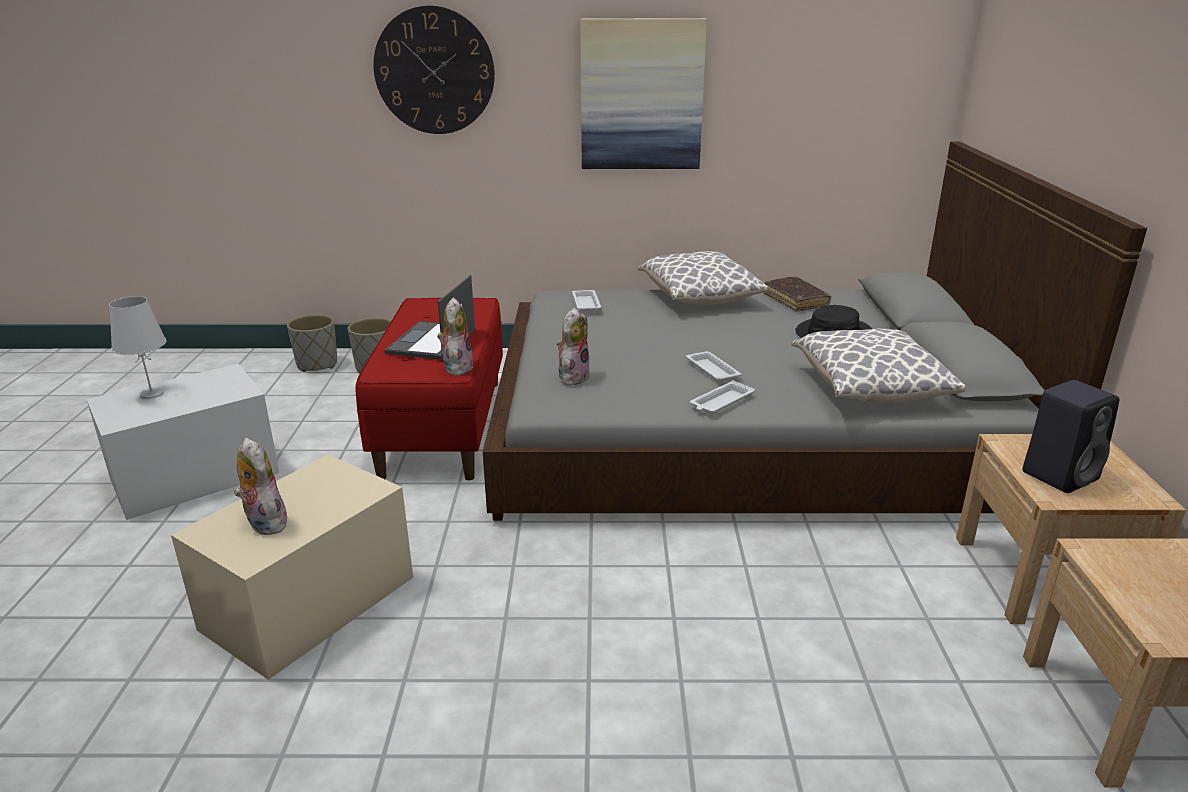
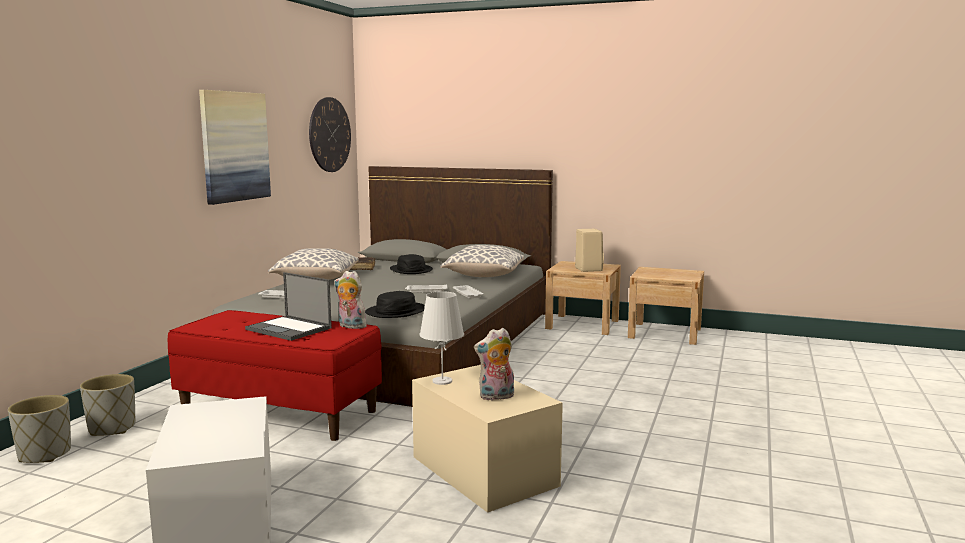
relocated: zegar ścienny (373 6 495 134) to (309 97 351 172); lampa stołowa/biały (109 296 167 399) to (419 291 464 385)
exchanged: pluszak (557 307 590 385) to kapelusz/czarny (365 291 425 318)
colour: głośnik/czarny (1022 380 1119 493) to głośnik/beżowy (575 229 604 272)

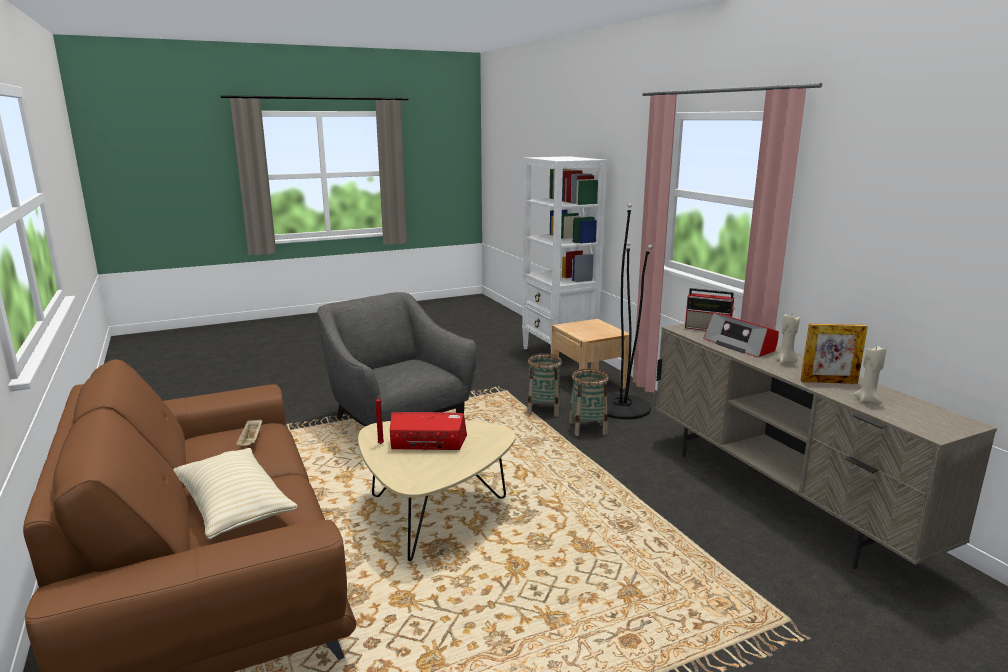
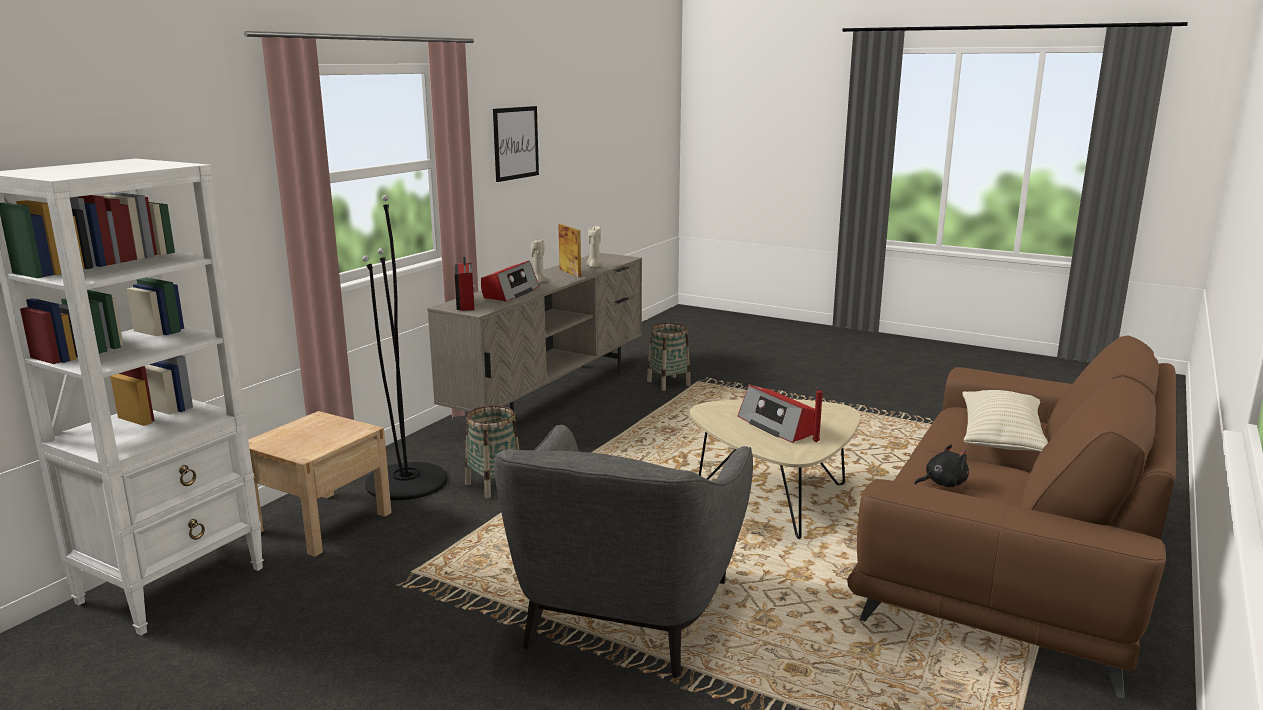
appeared: obraz (493 106 539 182)
relocated: koszyk (527 354 562 417) to (647 323 691 391)
exchanged: taca/beżowy (236 419 262 446) to pluszak/czarny (914 445 969 487)

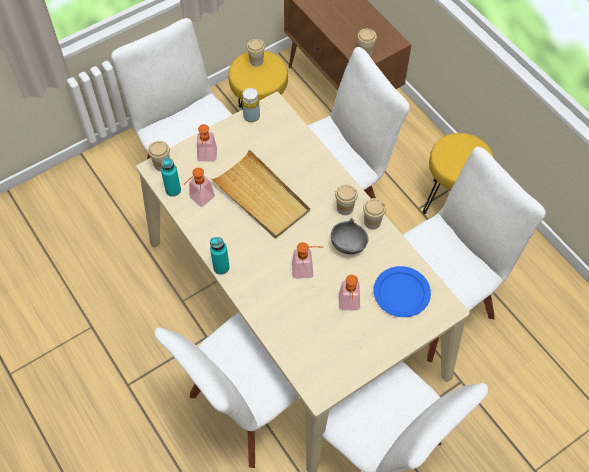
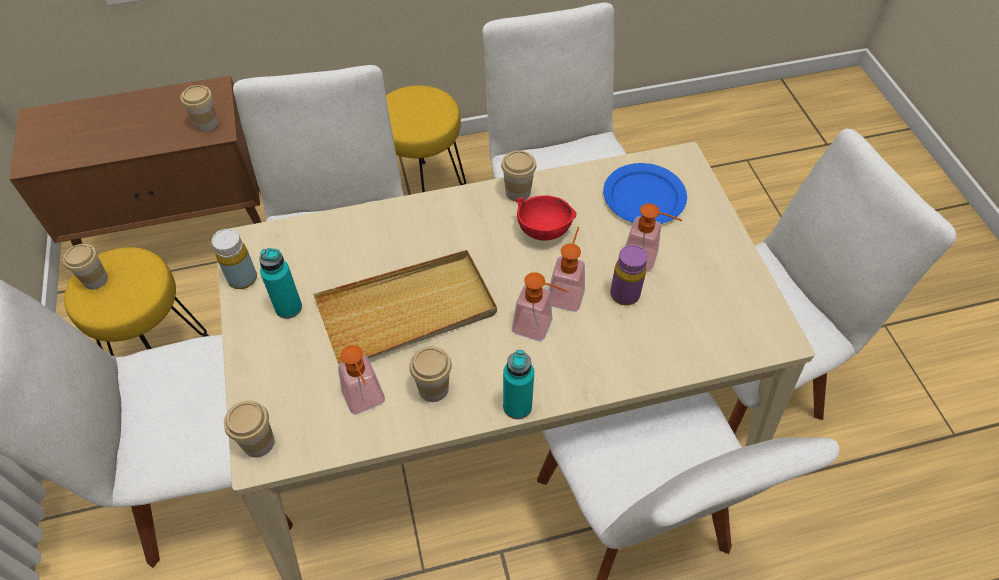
appeared: butelka/fioletowy (610 245 647 306)
relocated: butelka/turkusowy (161 157 181 197) to (259 248 302 319); filiżanka (335 184 358 215) to (409 346 452 402); dozownik mydła (197 124 217 162) to (512 272 568 341)
colour: miska/szary (331 218 368 255) to miska/czerwony (515 195 577 241)

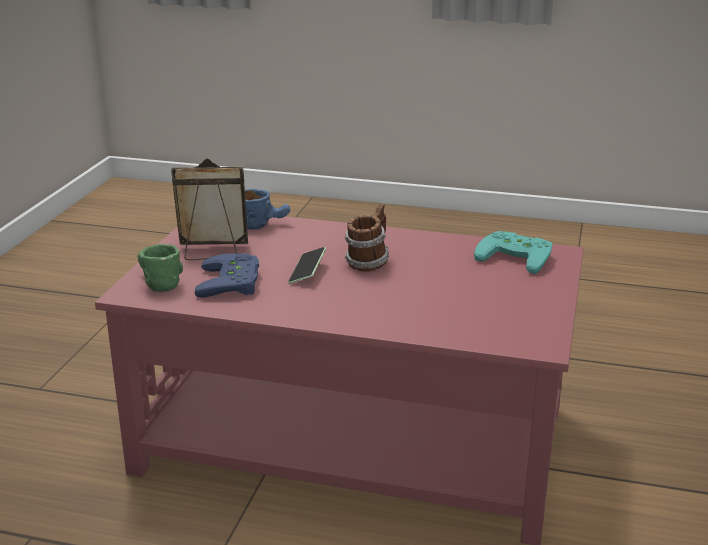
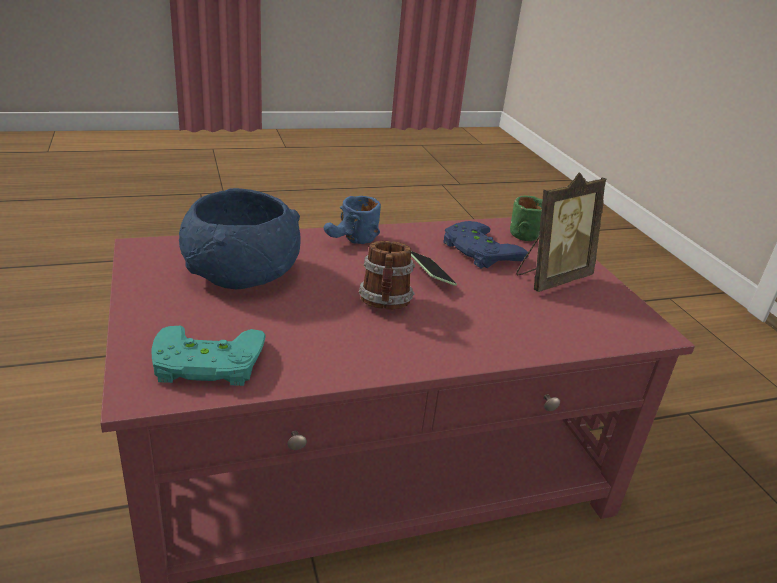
appeared: miska/niebieski (179 188 301 289)
relocated: kubek/niebieski (245 189 290 229) to (324 196 381 244)

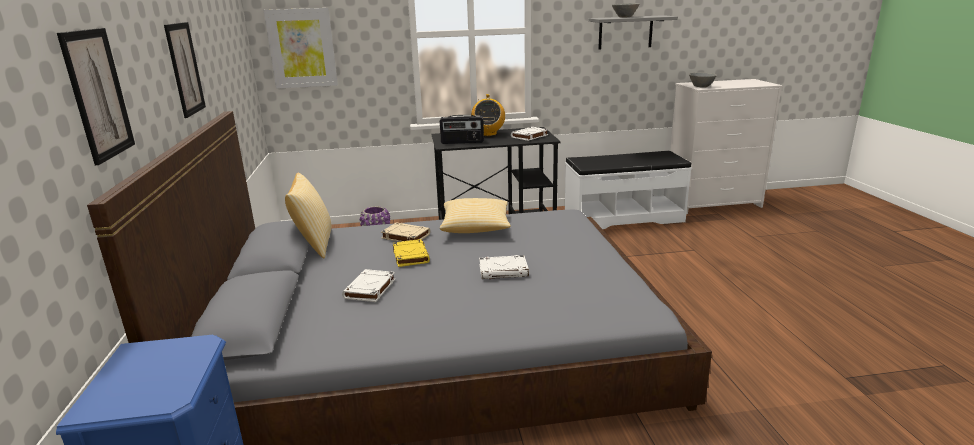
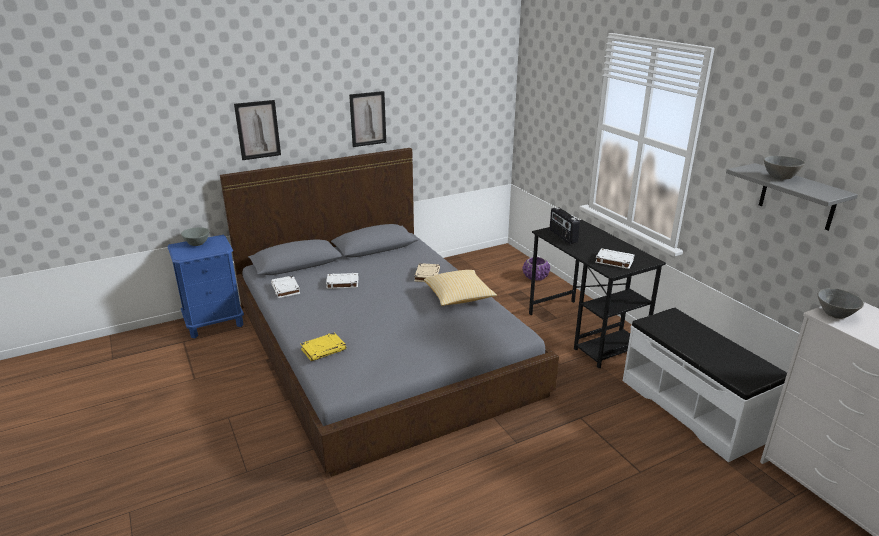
missing: obraz (264 8 338 89); poduszka (285 172 331 258); radio (471 94 505 136)
appeared: miska/szary (181 227 209 246)
relocated: książka/biały (479 255 529 279) to (271 276 300 298); książka/żółty (393 239 430 267) to (300 333 346 361)

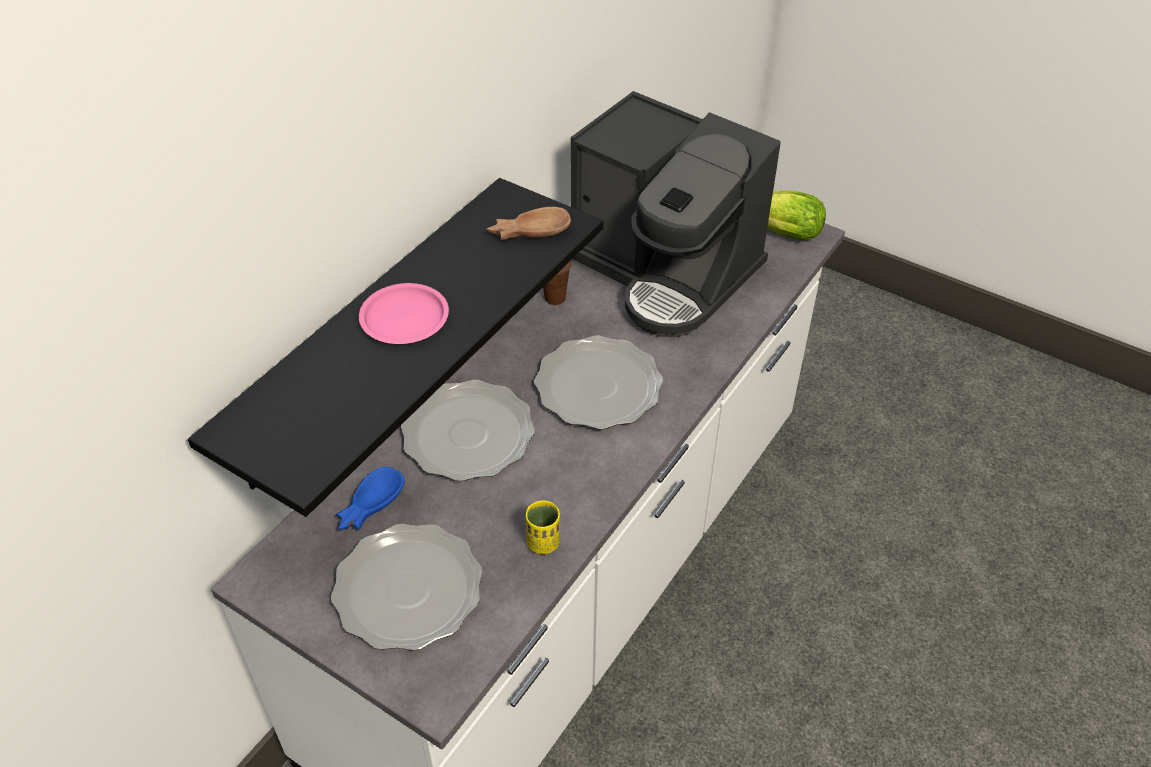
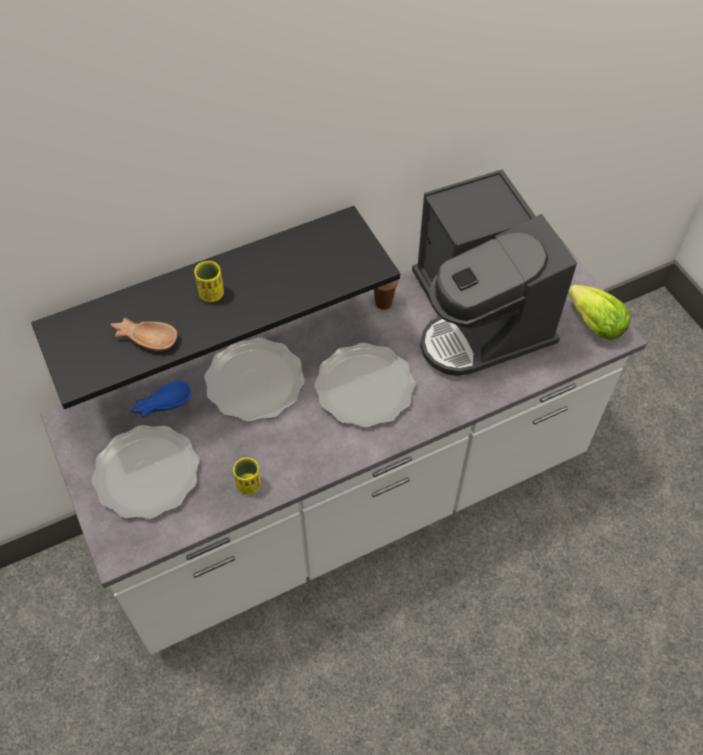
relocated: miska/brązowy (487 207 571 240) to (110 318 177 351)
exchanged: talerz/różowy (359 283 449 344) to filiżanka/żółty (194 261 224 302)

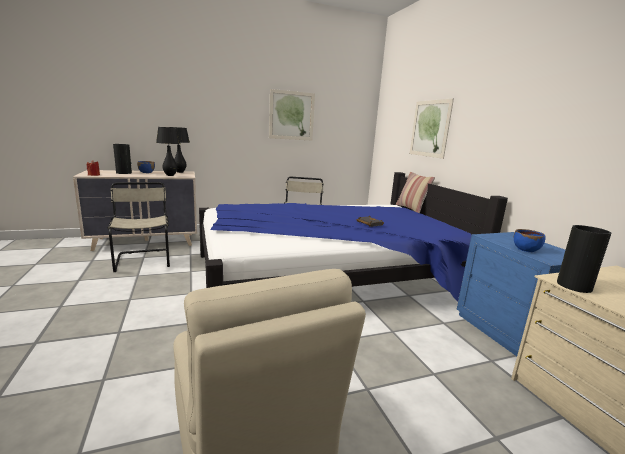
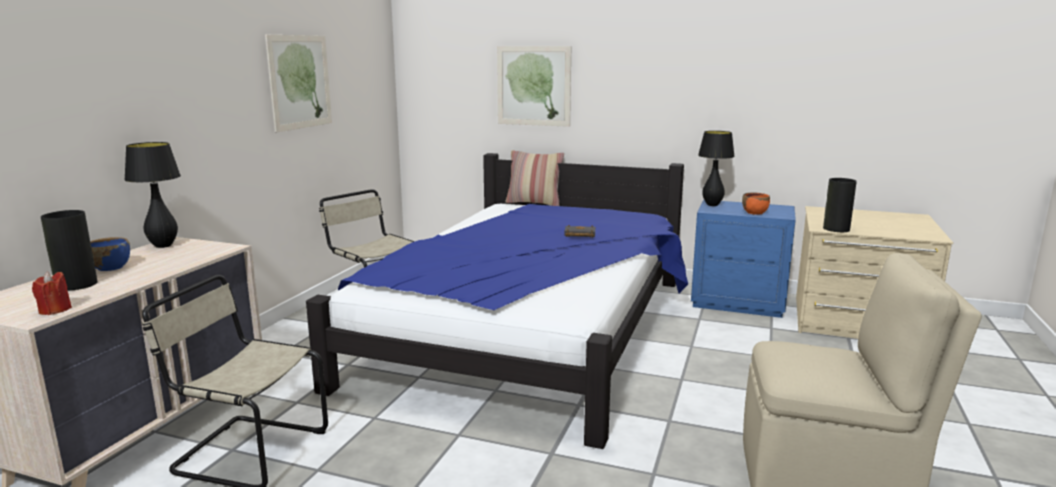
relocated: lampa stołowa/czarny (156 127 181 176) to (698 131 735 206)
colour: miska/niebieski (514 229 546 252) to miska/pomarańczowy (742 192 770 215)

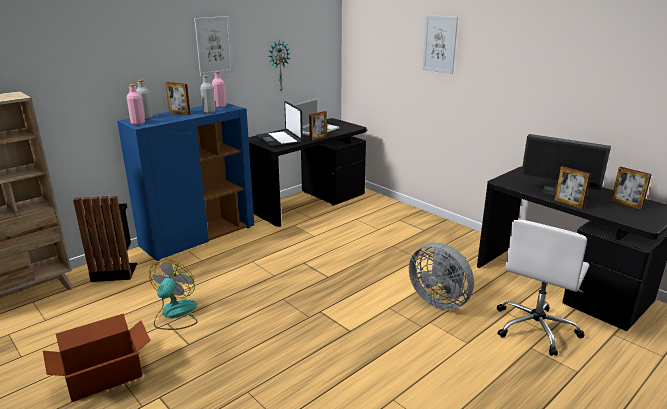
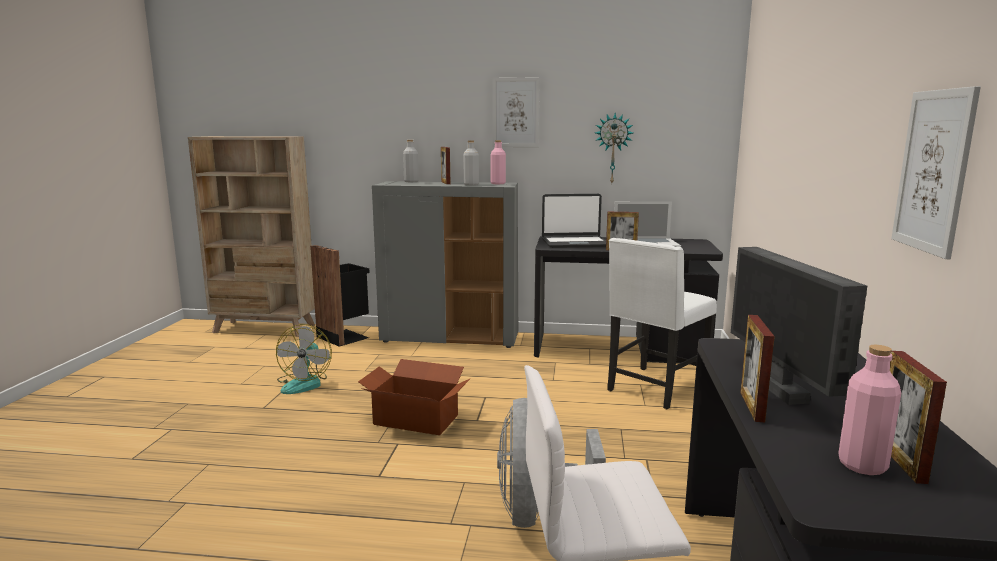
appeared: krzesło/biały (607 238 717 409)
relocated: karton (43 313 150 402) to (358 359 471 435); butelka/różowy (127 84 145 125) to (838 345 901 475); obraz (422 15 458 74) to (891 86 981 259)
colour: szafka/niebieski (117 103 254 261) to szafka/szary (372 181 518 348)
spun: wentylator (149 260 198 330) = (276 324 332 394) 120 degrees clockwise; laptop (257 101 303 148) = (542 194 606 248) 120 degrees counterclockwise

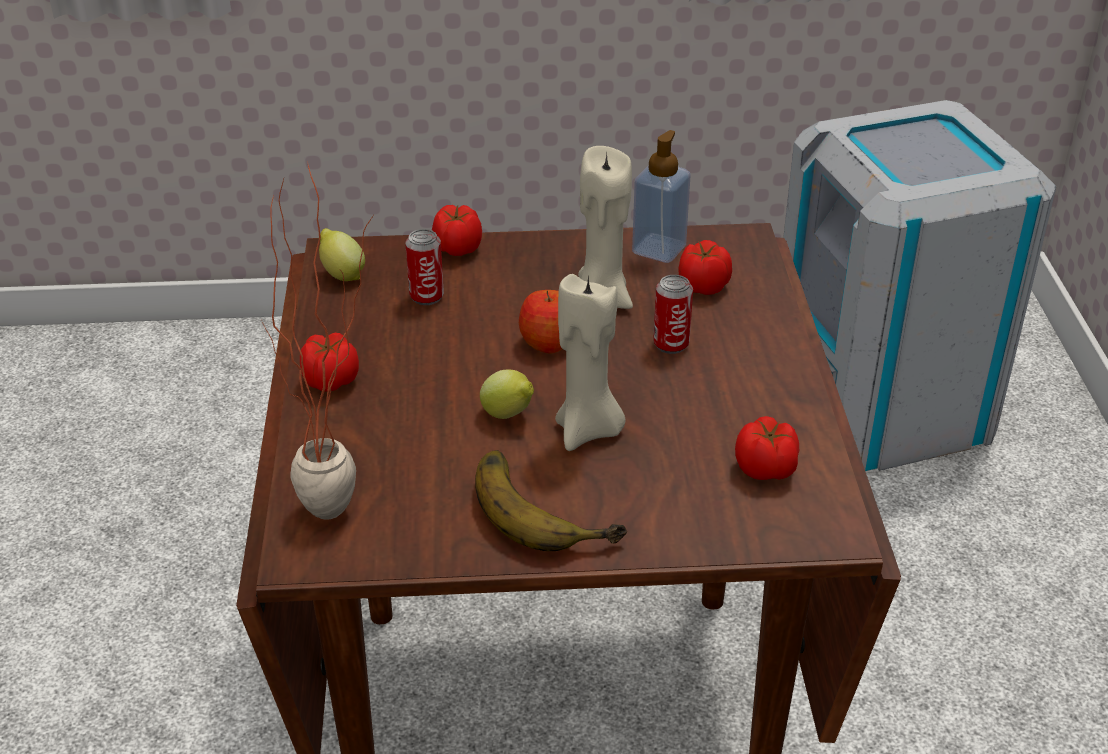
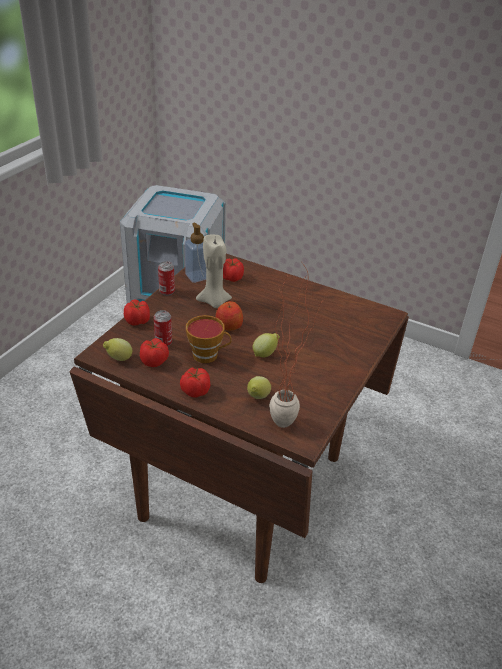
missing: banan (475 450 627 551); świeca/beżowy (555 274 626 451)
appeared: filiżanka (186 315 231 363); cytryna (247 376 271 399)
relocated: pomidor (735 416 799 480) to (140 338 169 367); puszka (653 275 693 354) to (158 261 175 296)

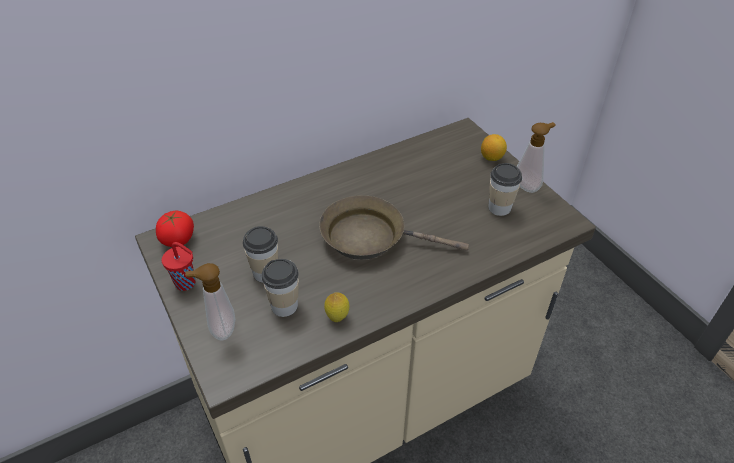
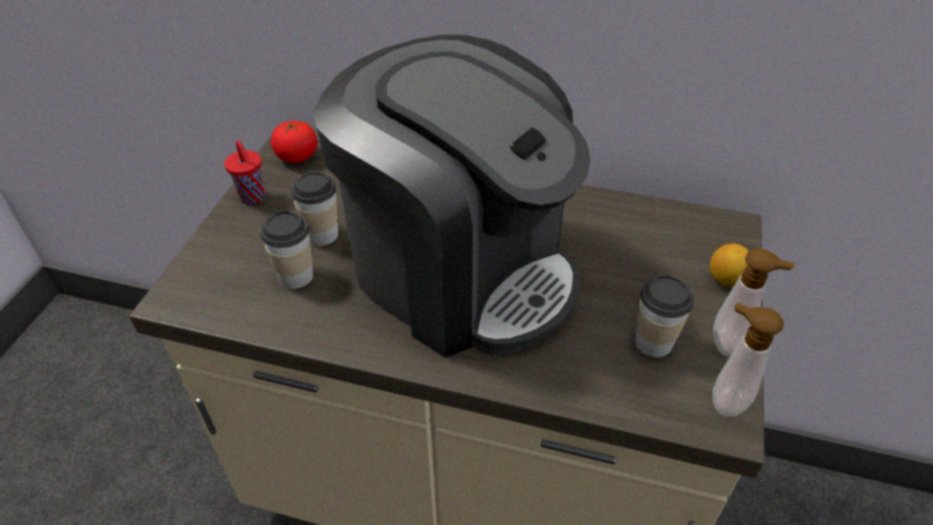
missing: cytryna (324 292 349 322)
relocated: dozownik mydła (185 263 235 341) to (713 302 784 417)
exchanged: patelnia/brązowy (319 195 469 260) to ekspres do kawy (313 35 591 358)

